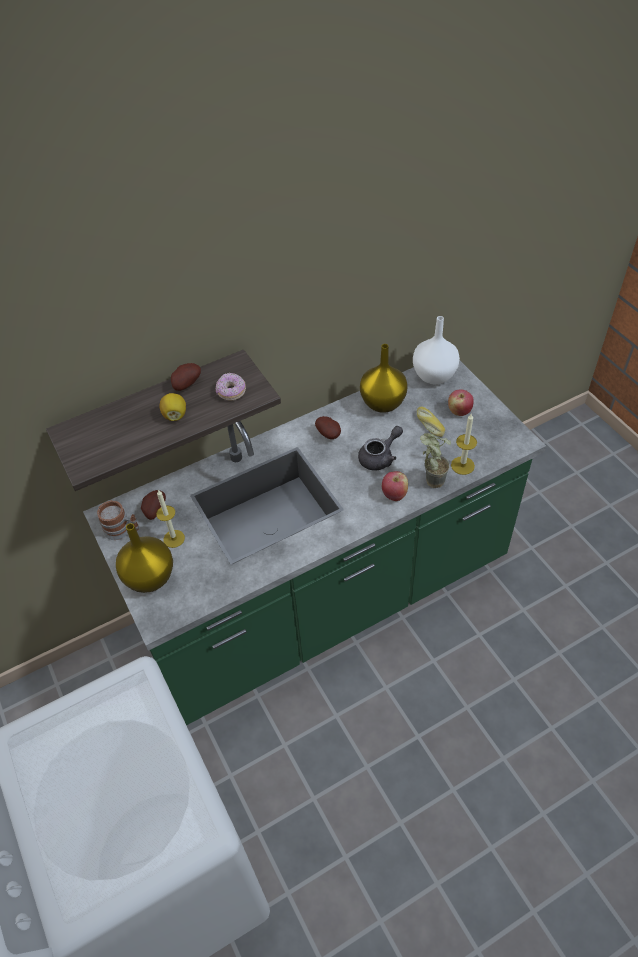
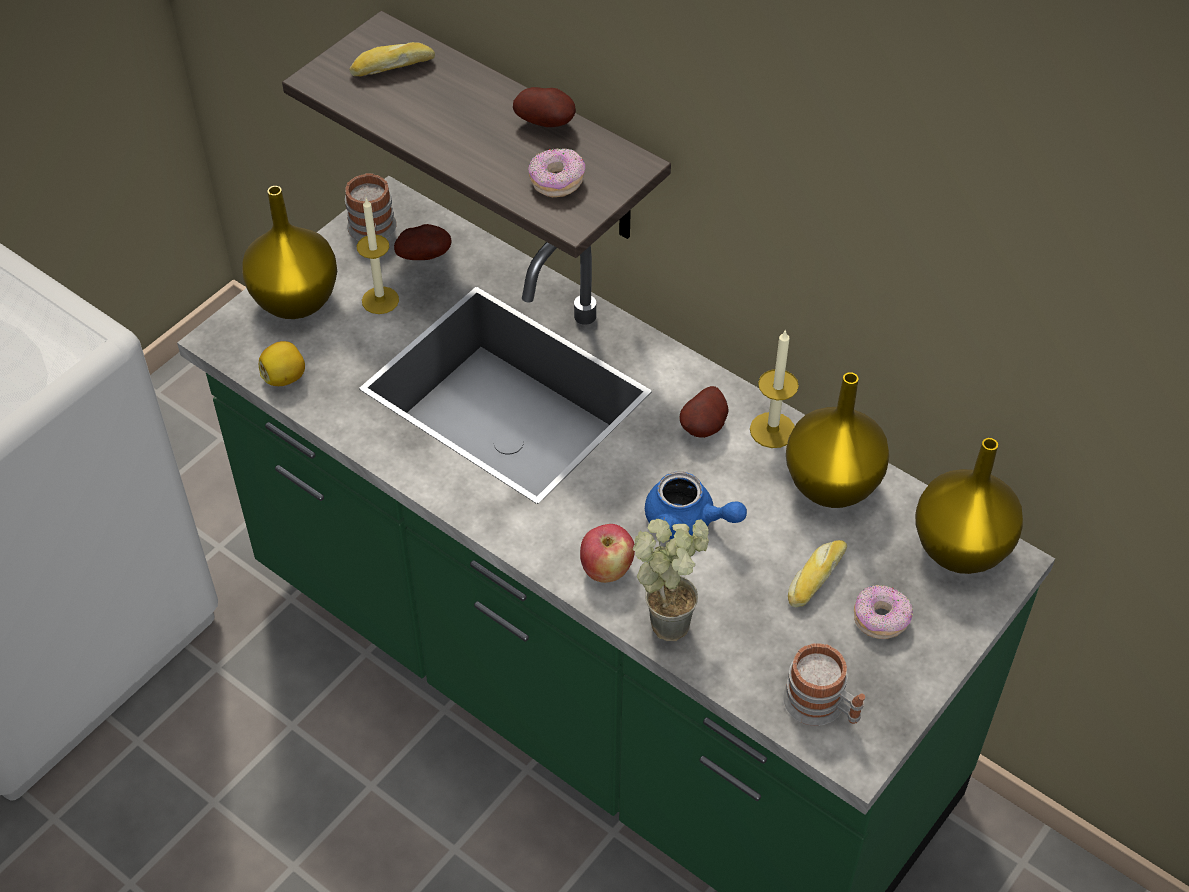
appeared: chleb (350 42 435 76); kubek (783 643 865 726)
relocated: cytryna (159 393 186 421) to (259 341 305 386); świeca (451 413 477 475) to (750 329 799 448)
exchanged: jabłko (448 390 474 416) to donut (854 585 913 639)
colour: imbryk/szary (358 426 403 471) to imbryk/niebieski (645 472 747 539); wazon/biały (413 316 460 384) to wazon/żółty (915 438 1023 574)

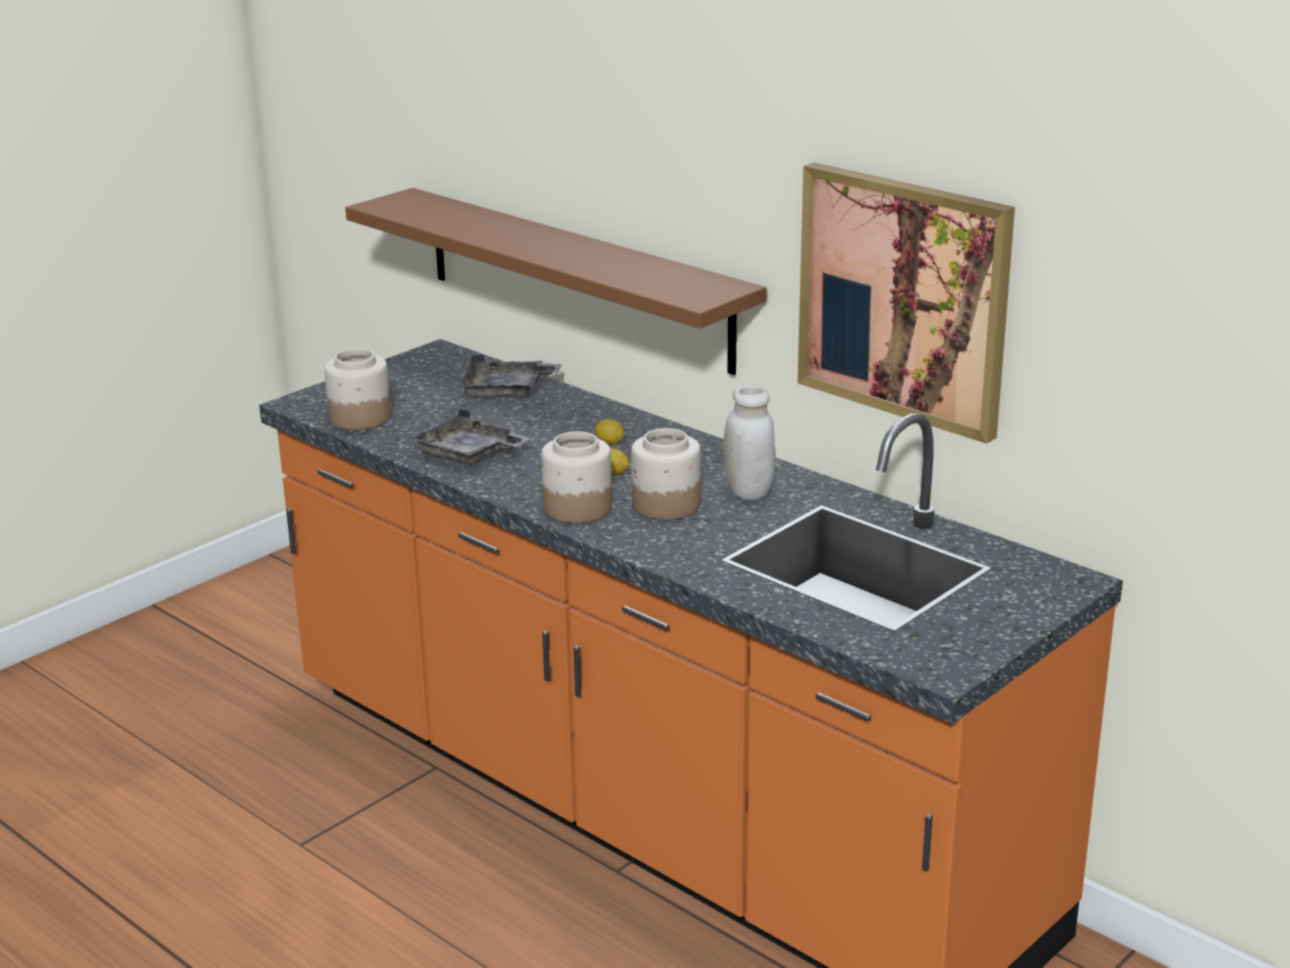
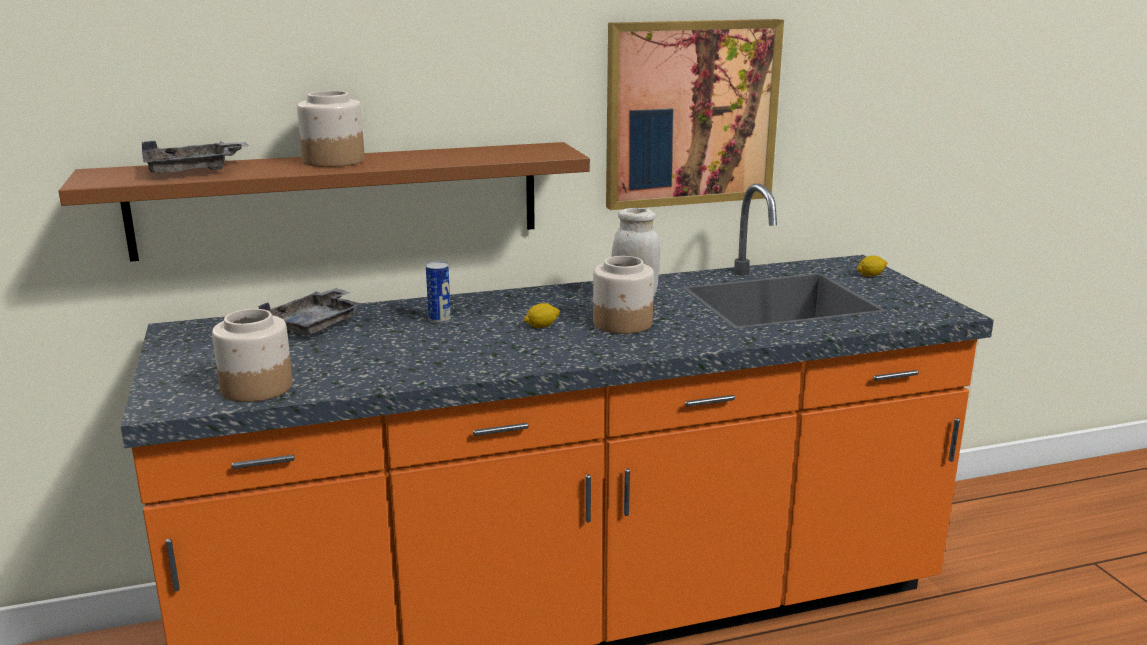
appeared: puszka (426 262 451 324)
relocated: taca/szary (409 408 531 465) to (142 141 248 173); słoik (542 431 612 523) to (297 91 365 167); cytryna (595 419 625 445) to (857 255 887 277)

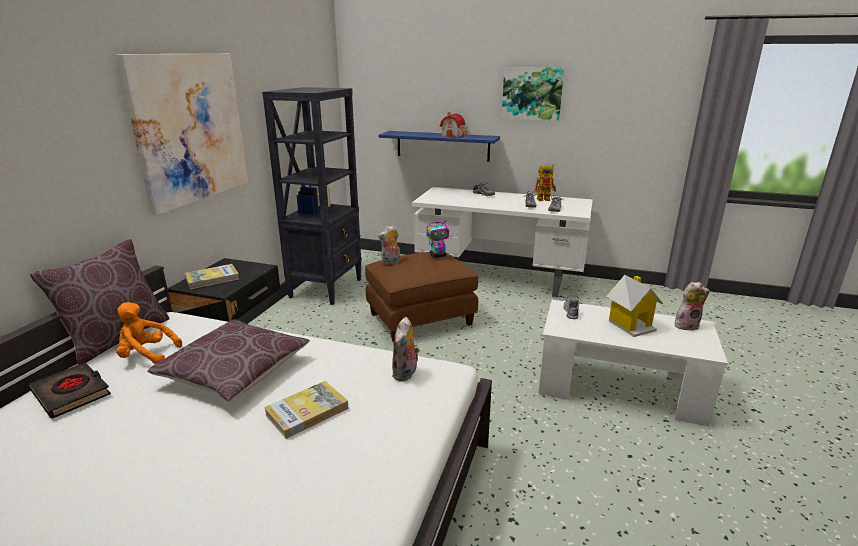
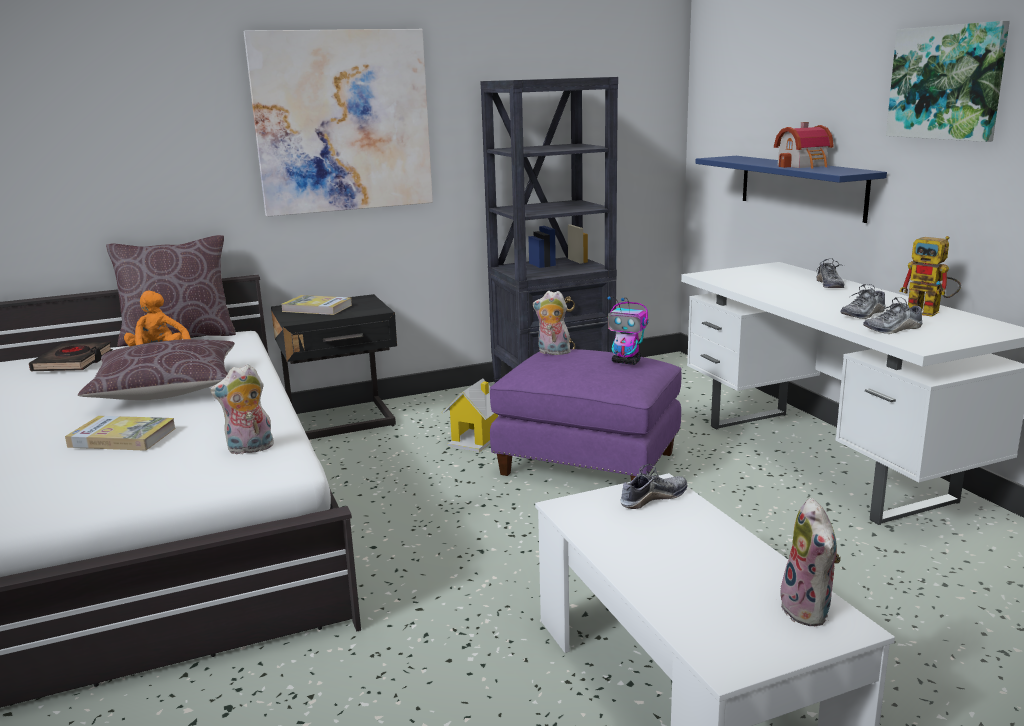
relocated: domek (606 275 663 337) to (442 378 498 452)
colour: pufa/brązowy (365 252 478 342) to pufa/fioletowy (490 349 681 481)
spun: pluszak (675 282 710 331) = (780 498 841 626) 45 degrees clockwise

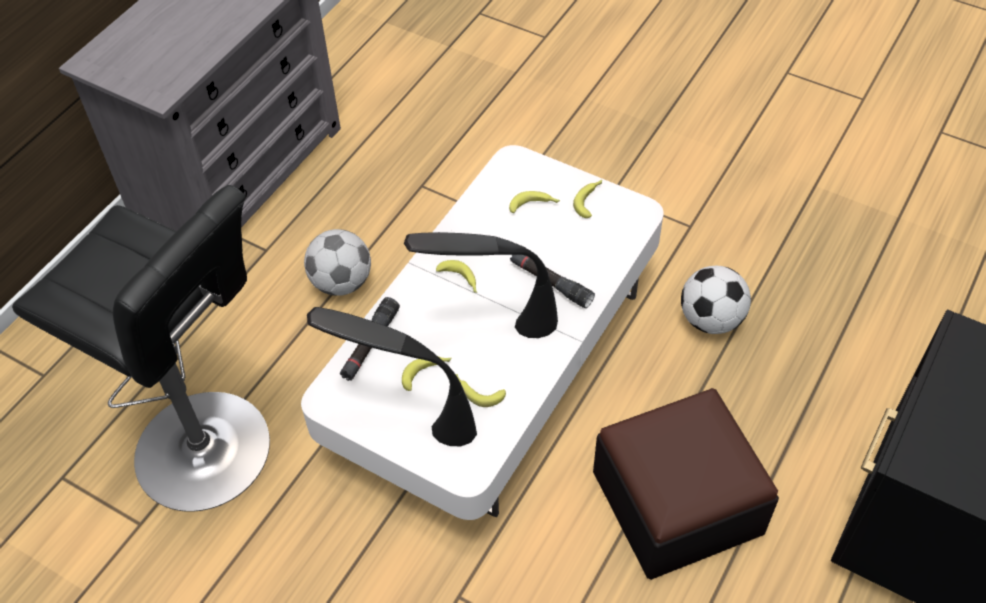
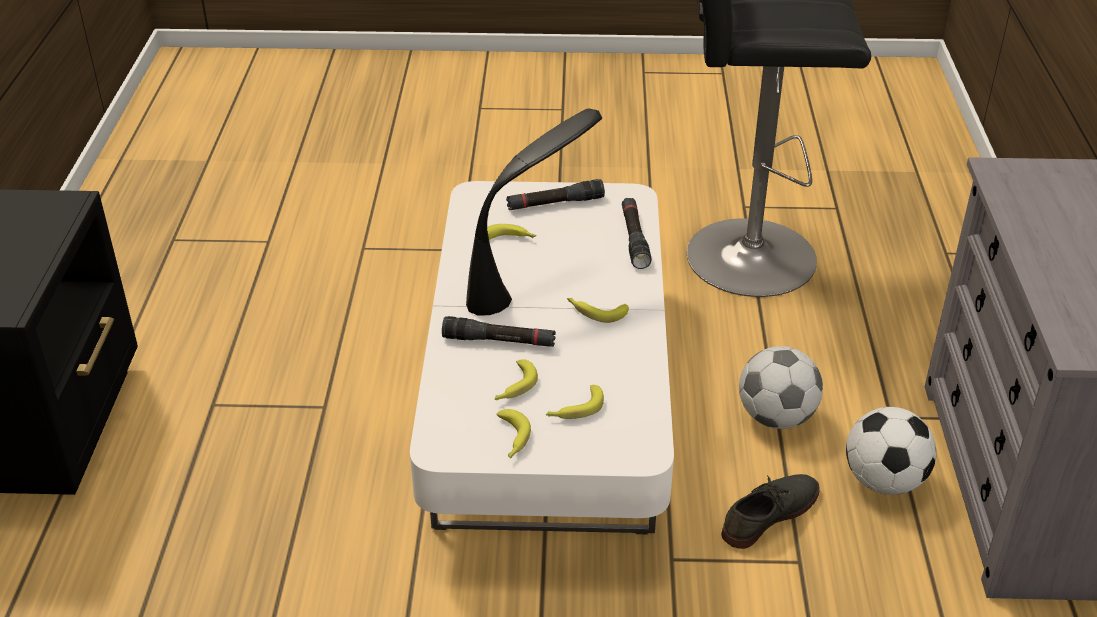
missing: pufa (593 388 779 580)
appeared: but/szary (721 474 820 549)
relocated: banan (402 356 452 391) to (494 359 538 400); piłka futbolowa (681 266 751 334) to (846 407 936 495)
exchanged: lampa stołowa/czarny (307 307 477 446) to latarka/czarny (506 179 605 210)

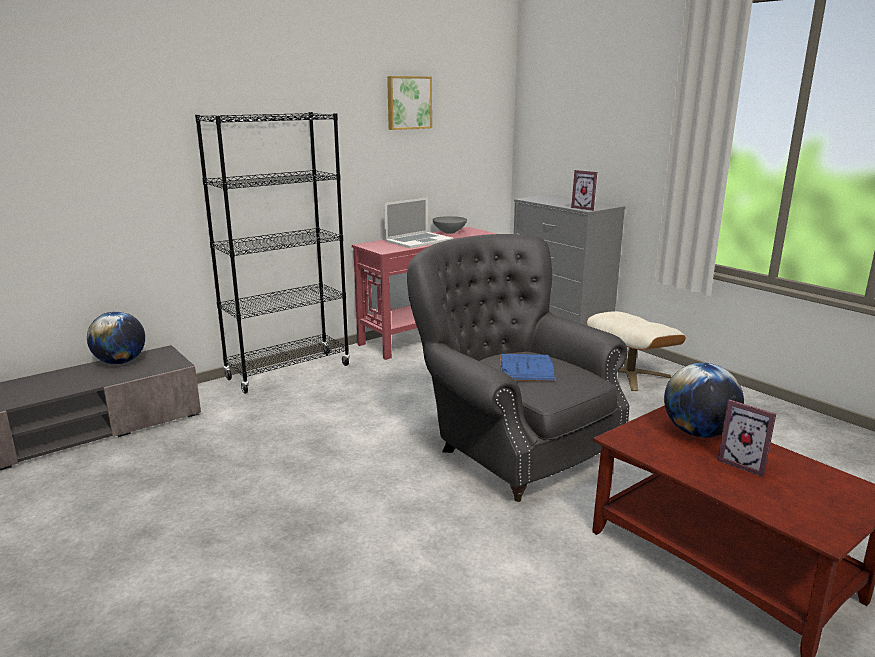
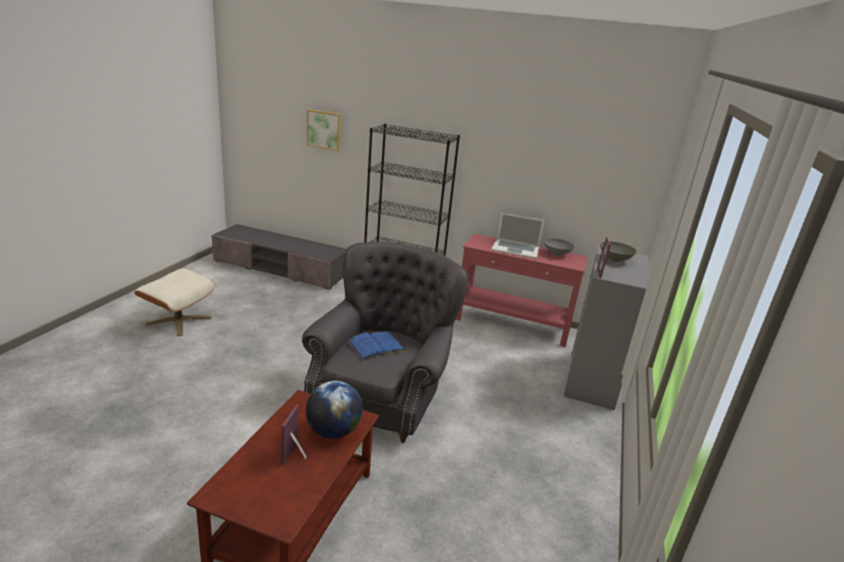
missing: globus (87 311 145 364)
appeared: miska/szary (600 242 636 262)
relocated: pufa/beżowy (586 311 686 391) to (134 269 214 336); obraz (387 76 432 130) to (307 109 341 151)

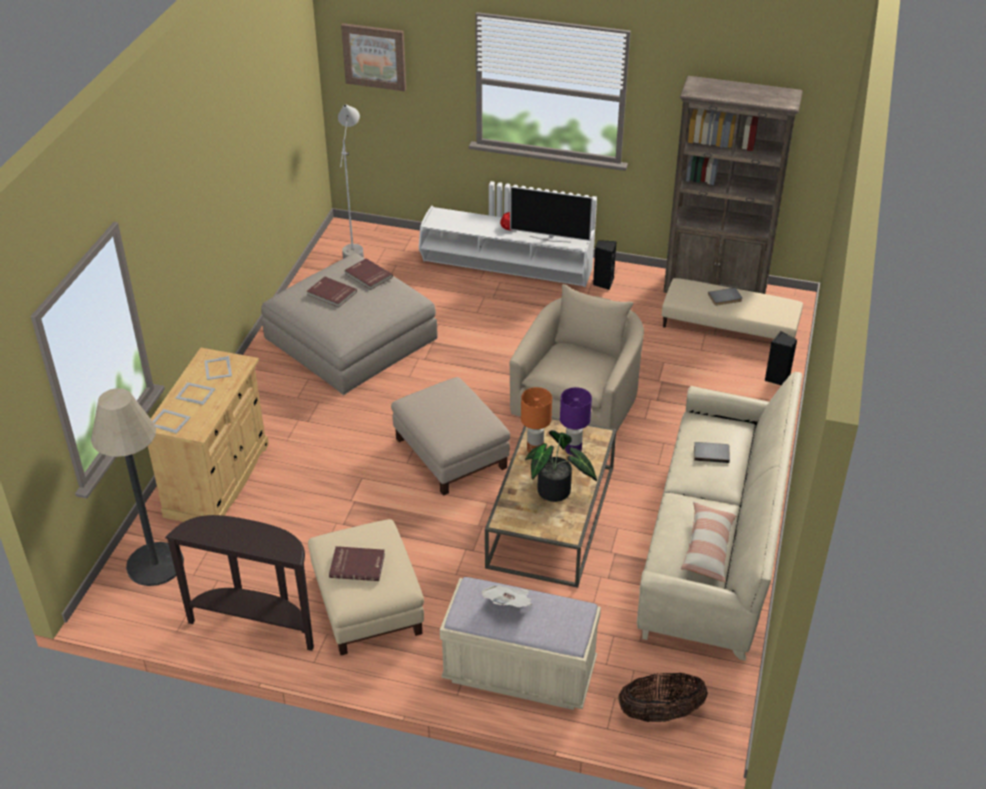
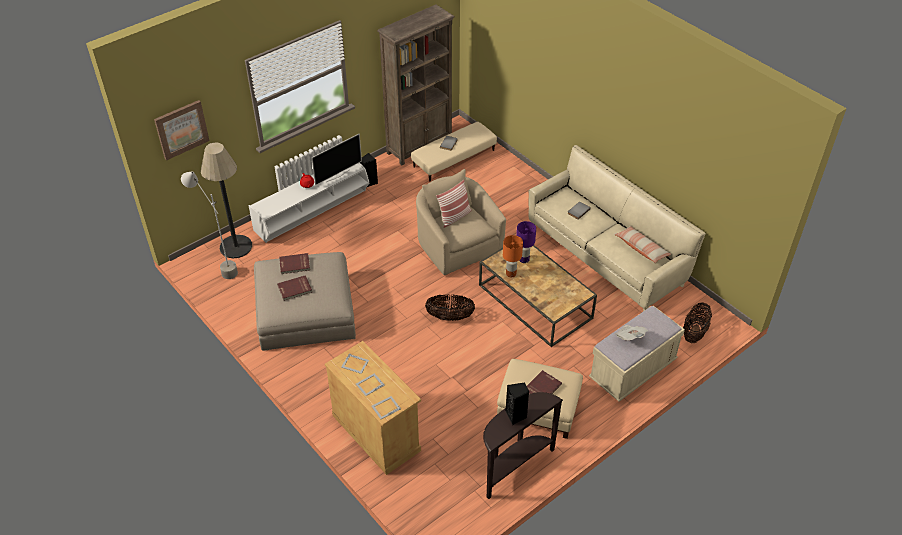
missing: roślina doniczkowa (525 430 597 502)
appeared: poduszka (436 180 472 228)
relocated: lampa stojąca (91 388 184 586) to (201 143 252 258); głośnik/czarny (765 331 797 385) to (505 382 529 425)
exchanged: pufa/beżowy (391 377 510 496) to koszyk (425 294 475 321)

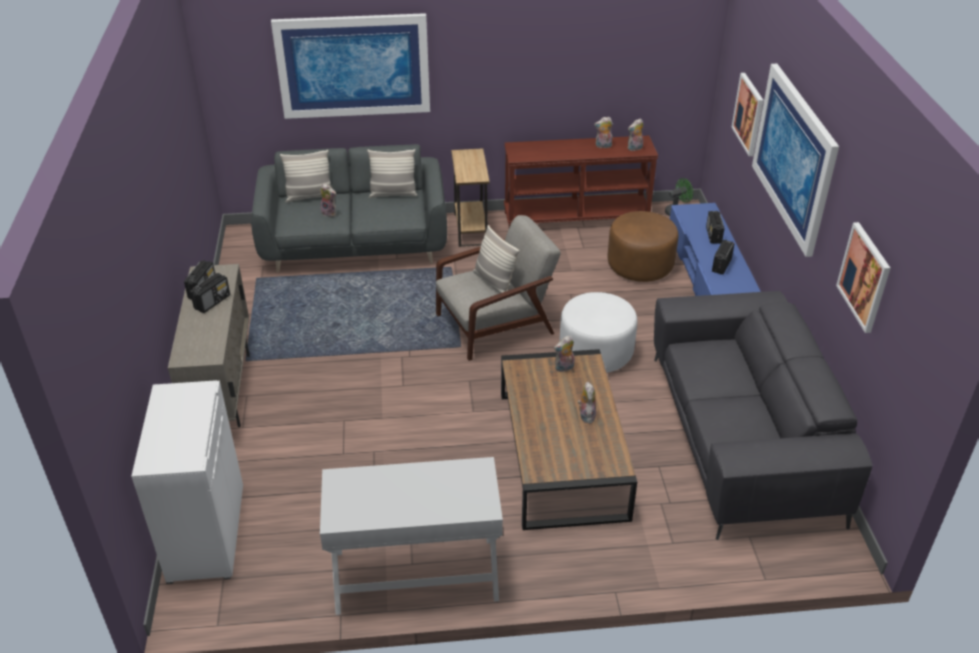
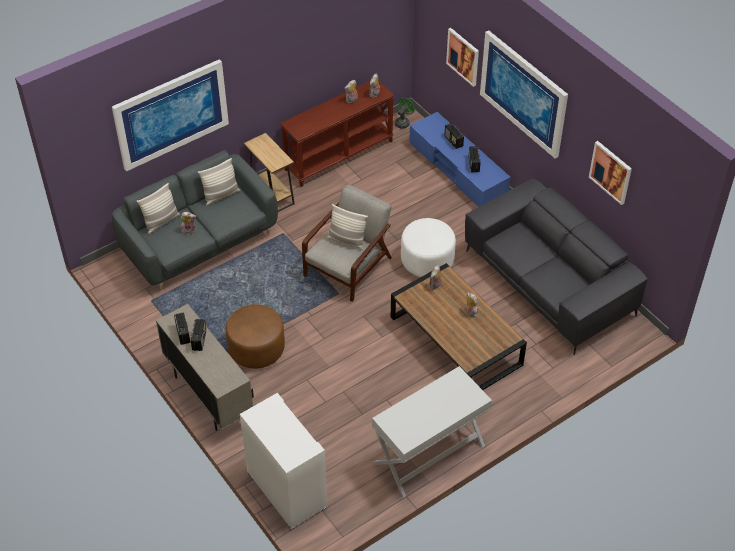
relocated: pufa/brązowy (608 211 678 282) to (226 304 285 369)

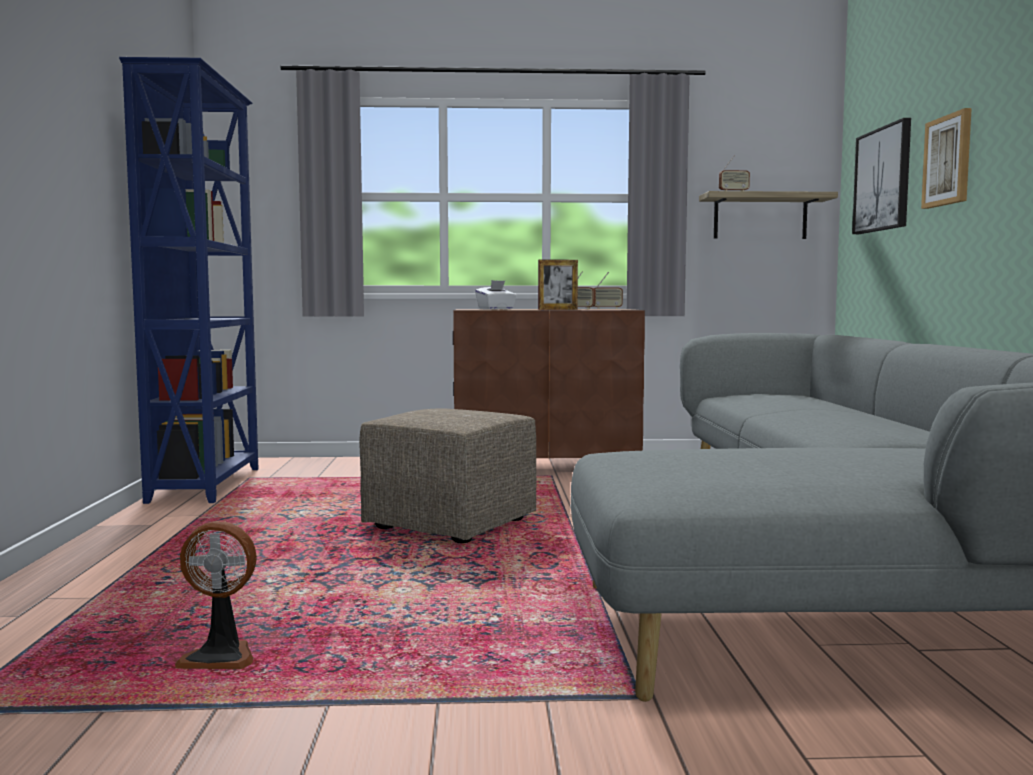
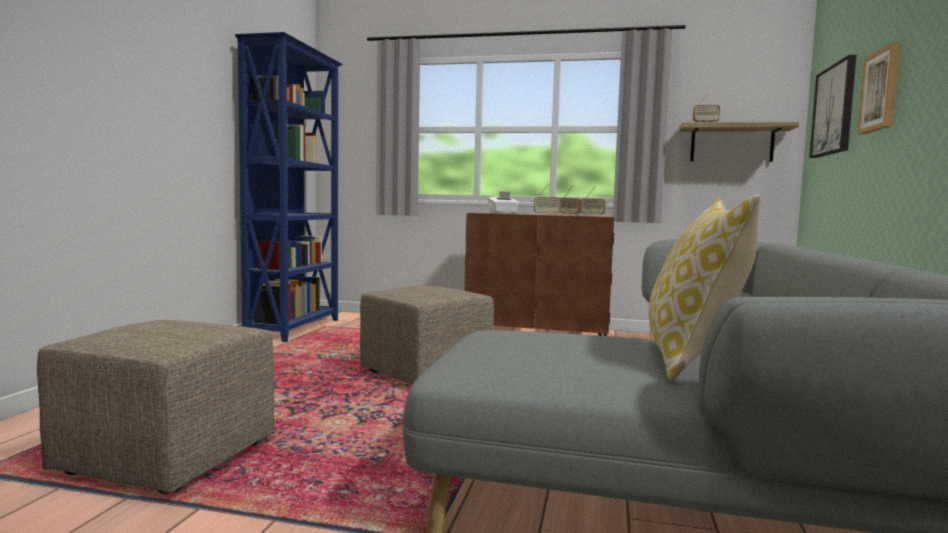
appeared: poduszka (649 195 761 381)
exchanged: wentylator (175 521 257 669) to pufa/beżowy (37 320 274 494); ramka na zdjęcie (538 259 578 310) to radio (534 185 560 215)

